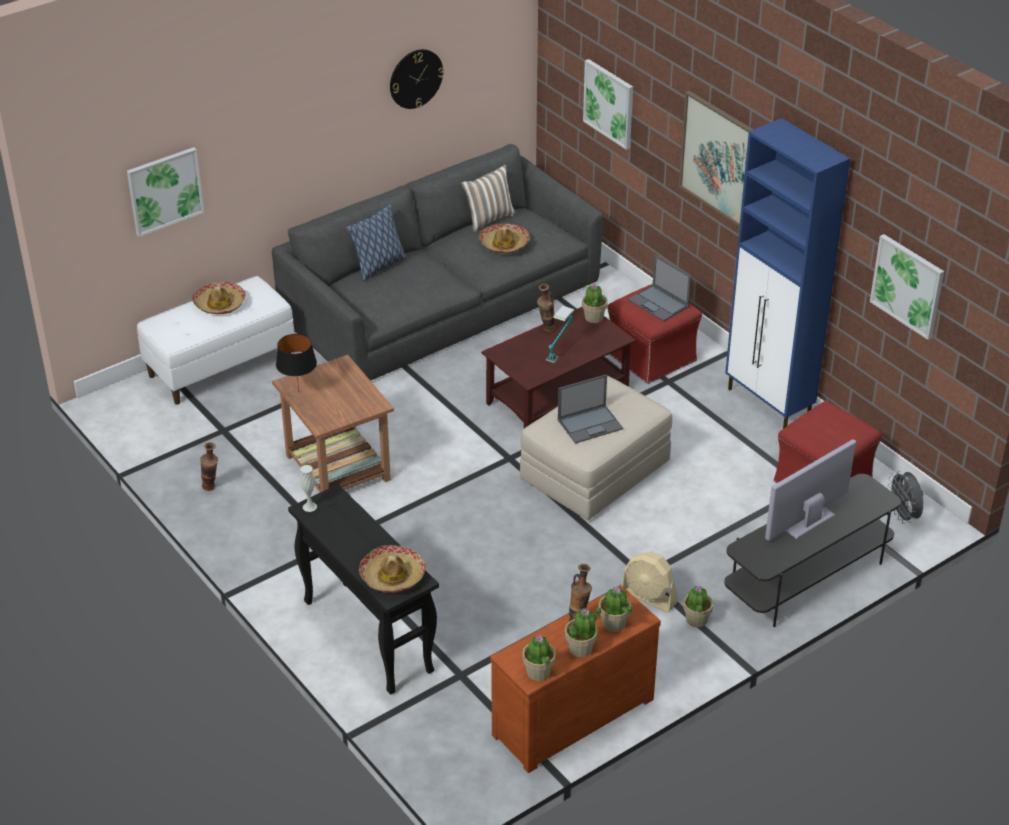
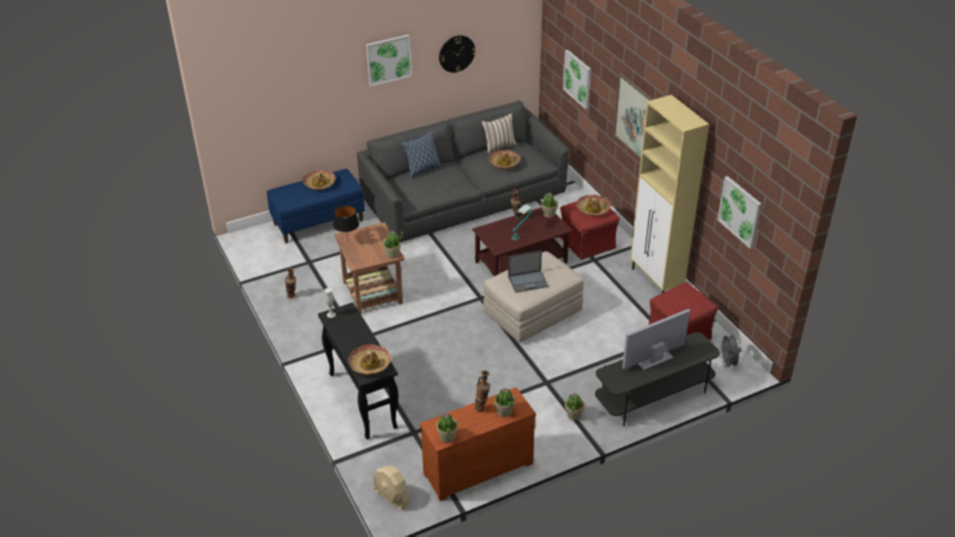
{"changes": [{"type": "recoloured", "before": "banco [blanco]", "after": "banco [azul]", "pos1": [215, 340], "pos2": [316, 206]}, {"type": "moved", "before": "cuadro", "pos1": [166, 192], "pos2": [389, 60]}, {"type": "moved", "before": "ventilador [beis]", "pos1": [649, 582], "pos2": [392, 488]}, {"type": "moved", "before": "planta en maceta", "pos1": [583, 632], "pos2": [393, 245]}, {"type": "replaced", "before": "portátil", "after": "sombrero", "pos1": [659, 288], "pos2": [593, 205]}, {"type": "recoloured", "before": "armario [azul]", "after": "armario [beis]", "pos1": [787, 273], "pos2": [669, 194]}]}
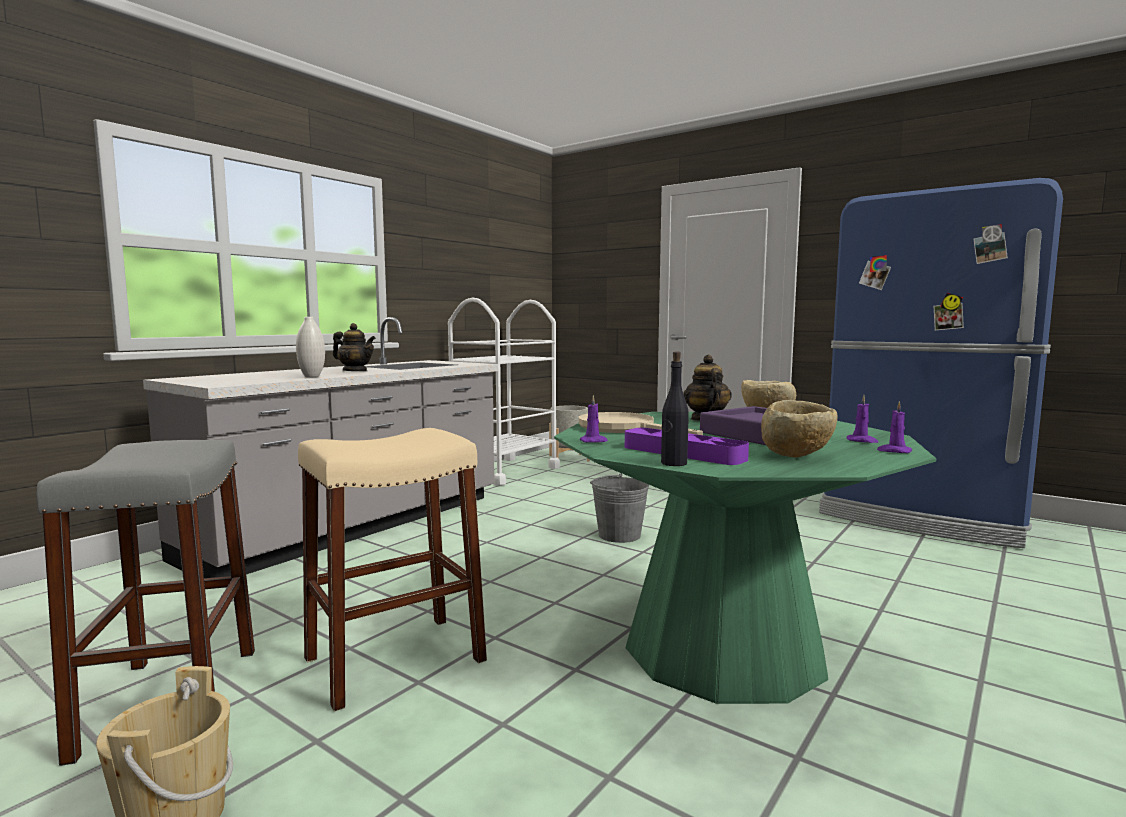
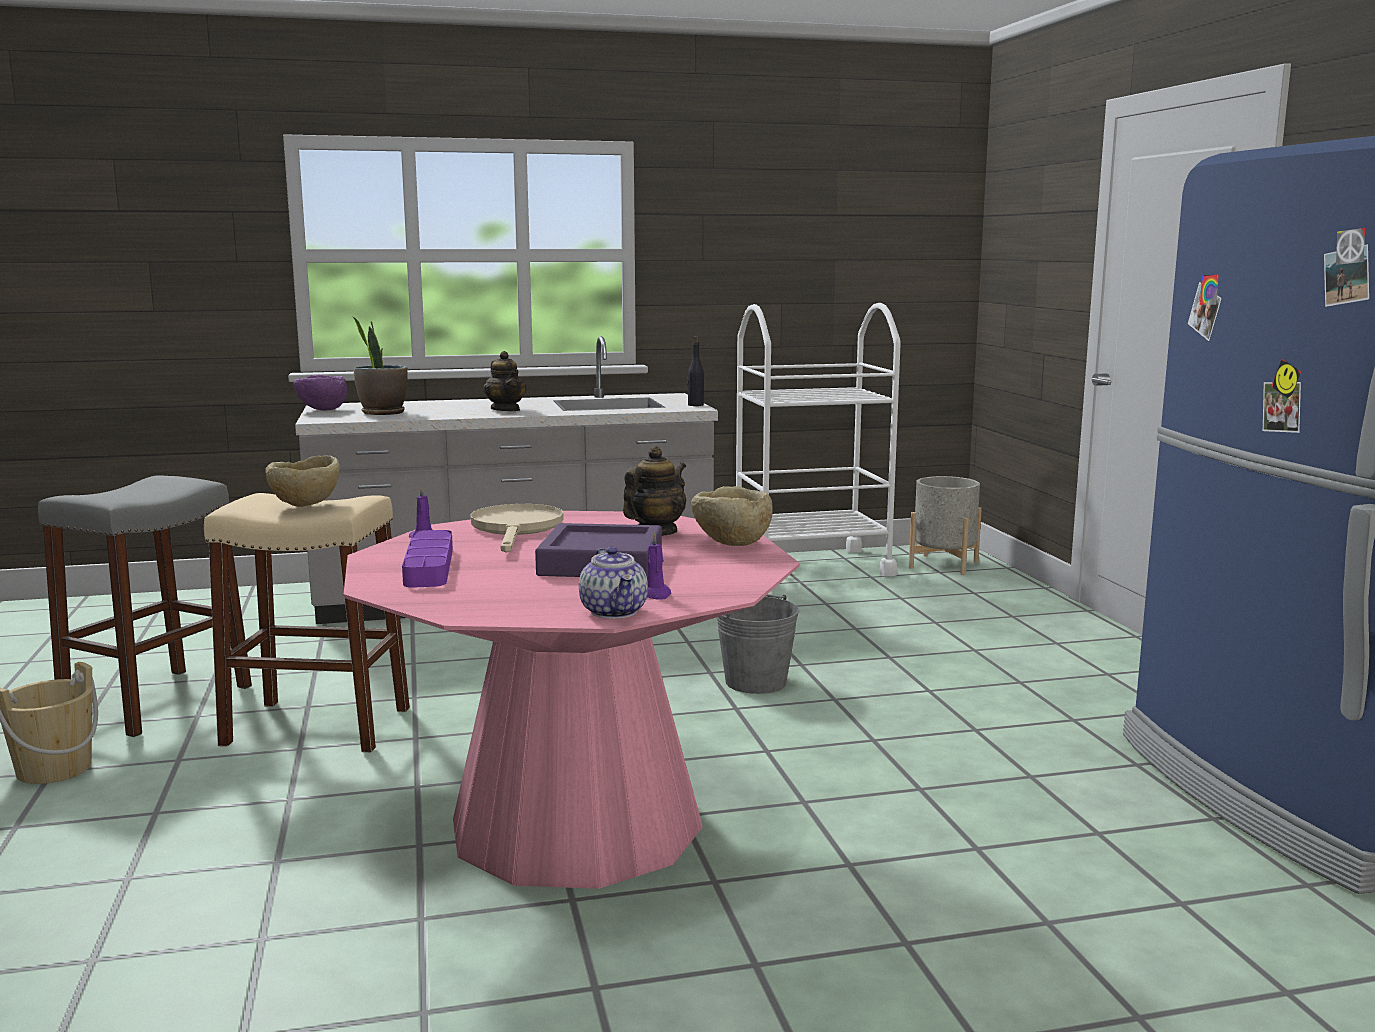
{"changes": [{"type": "moved", "before": "cuenco [beis]", "pos1": [799, 429], "pos2": [302, 481]}, {"type": "added", "after": "cuenco [morado]", "pos2": [320, 393]}, {"type": "recoloured", "before": "mesa de comedor [verde]", "after": "mesa de comedor [rosa]", "pos1": [745, 558], "pos2": [572, 700]}, {"type": "added", "after": "planta en maceta", "pos2": [380, 366]}, {"type": "replaced", "before": "vela [morado]", "after": "tetera", "pos1": [894, 427], "pos2": [613, 582]}, {"type": "moved", "before": "botella [negro]", "pos1": [675, 408], "pos2": [695, 371]}, {"type": "removed", "before": "florero [blanco]", "pos1": [310, 347]}]}
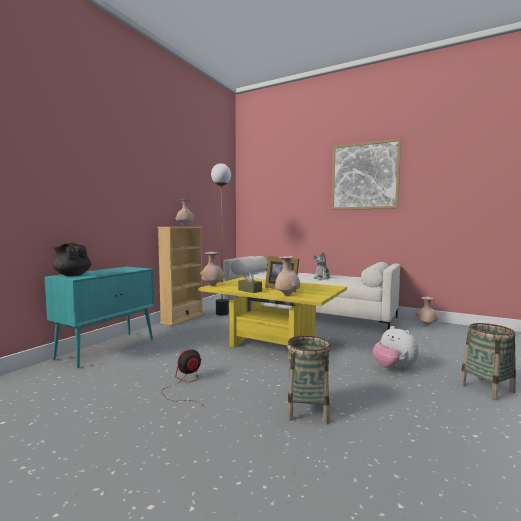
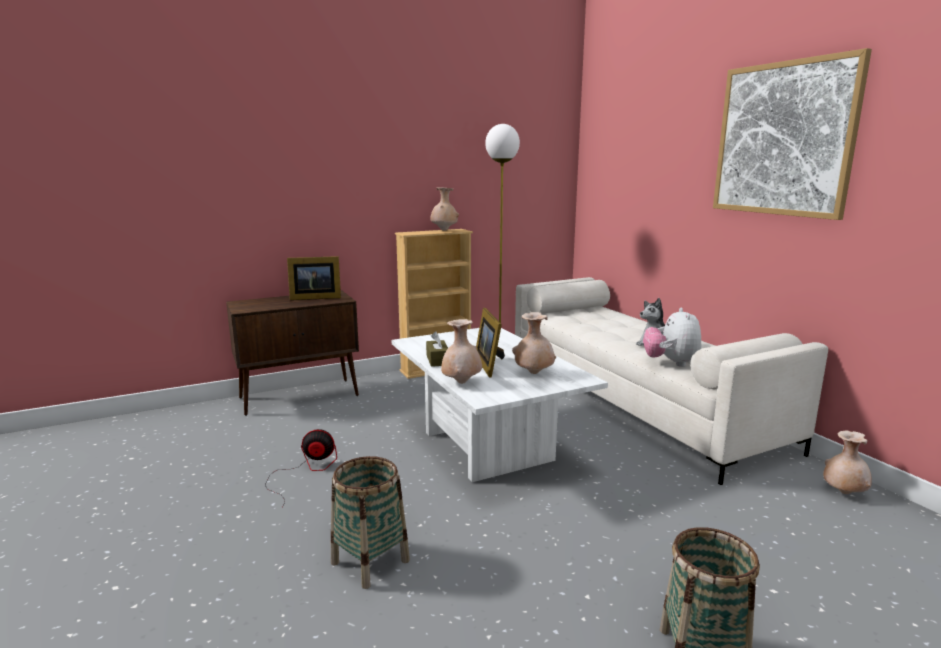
{"changes": [{"type": "recoloured", "before": "armario [turquesa]", "after": "armario [marrón]", "pos1": [100, 318], "pos2": [292, 353]}, {"type": "added", "after": "portarretratos", "pos2": [314, 278]}, {"type": "recoloured", "before": "mesa de centro [amarillo]", "after": "mesa de centro [blanco]", "pos1": [272, 318], "pos2": [500, 405]}, {"type": "moved", "before": "florero [beis]", "pos1": [212, 269], "pos2": [534, 343]}, {"type": "moved", "before": "peluche", "pos1": [396, 348], "pos2": [672, 337]}, {"type": "removed", "before": "tetera [negro]", "pos1": [72, 259]}]}
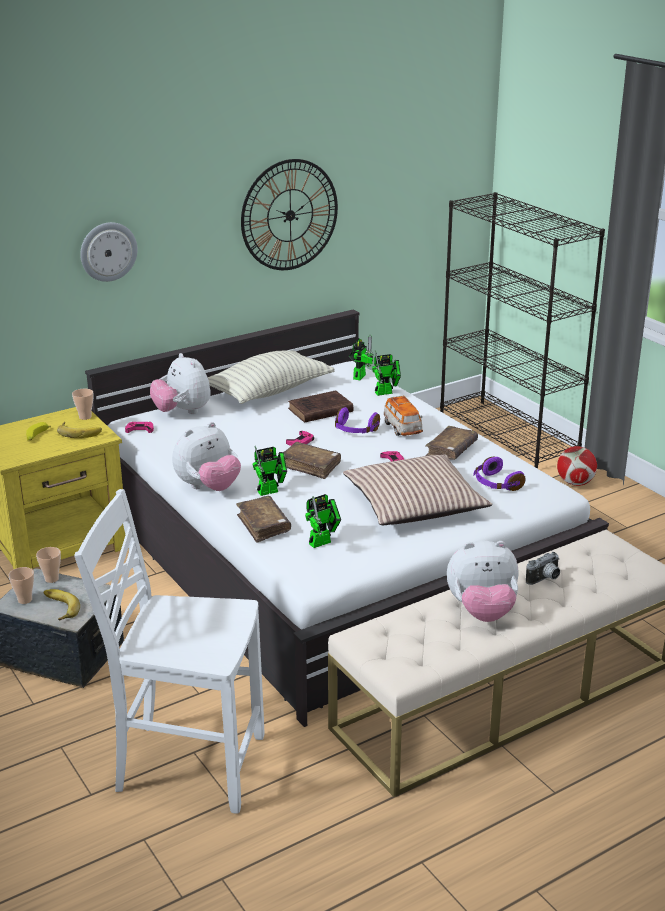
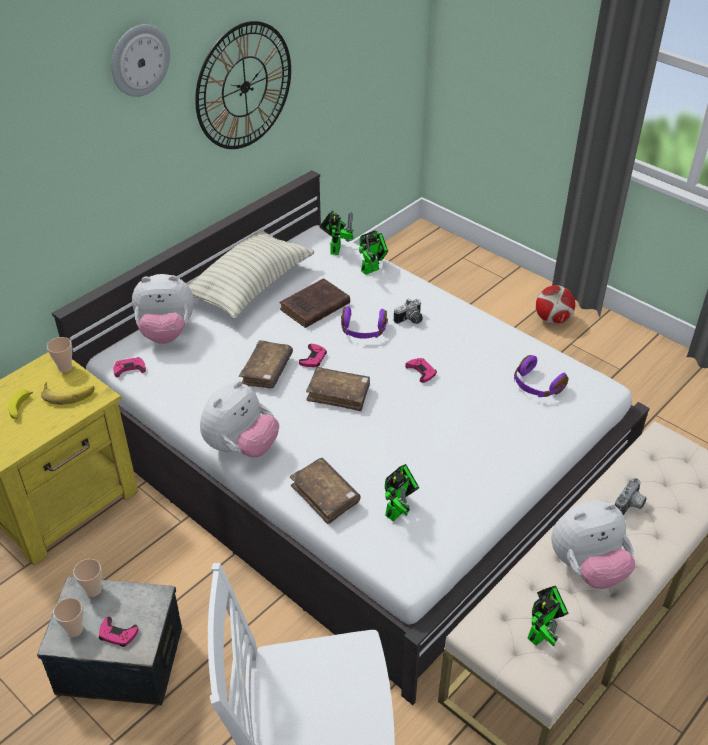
{"changes": [{"type": "replaced", "before": "plátano", "after": "mando de consola [rosa]", "pos1": [62, 604], "pos2": [119, 631]}, {"type": "moved", "before": "reloj de pared", "pos1": [108, 252], "pos2": [140, 60]}, {"type": "turned", "before": "peluche", "pos1": [180, 383], "pos2": [163, 309], "turn": -45}, {"type": "moved", "before": "libro [marrón]", "pos1": [451, 443], "pos2": [266, 364]}, {"type": "replaced", "before": "coche de juguete", "after": "cámara", "pos1": [403, 415], "pos2": [408, 311]}, {"type": "moved", "before": "robot de juguete", "pos1": [269, 471], "pos2": [548, 616]}, {"type": "removed", "before": "cojín", "pos1": [417, 489]}, {"type": "removed", "before": "estantería [negro]", "pos1": [522, 330]}]}
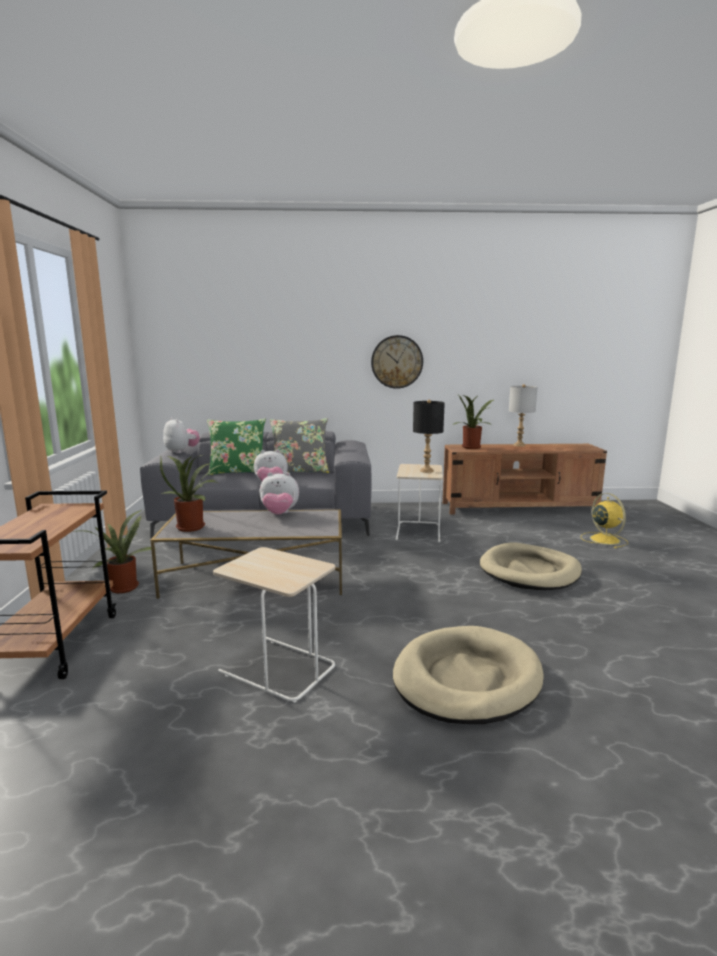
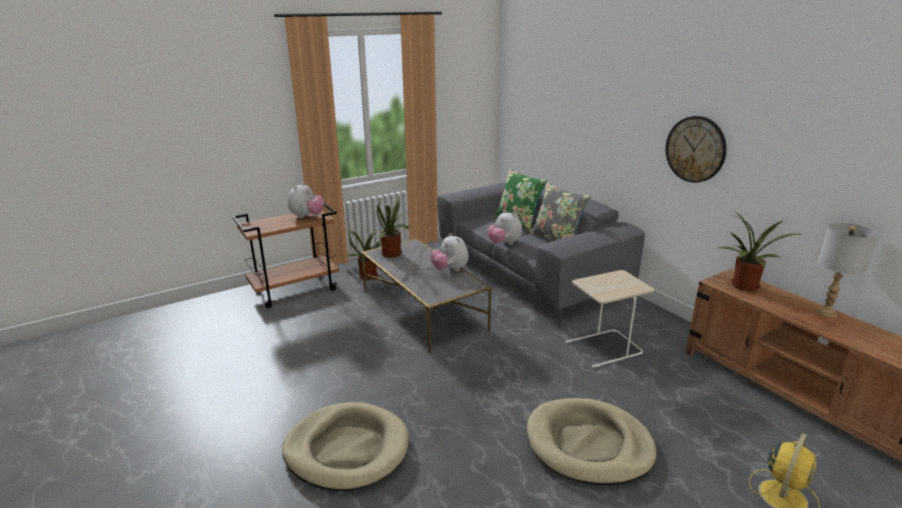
{"changes": [{"type": "moved", "before": "peluche", "pos1": [181, 436], "pos2": [306, 200]}, {"type": "removed", "before": "mesa auxiliar [beis]", "pos1": [274, 625]}, {"type": "removed", "before": "lámpara de mesa [negro]", "pos1": [429, 436]}]}
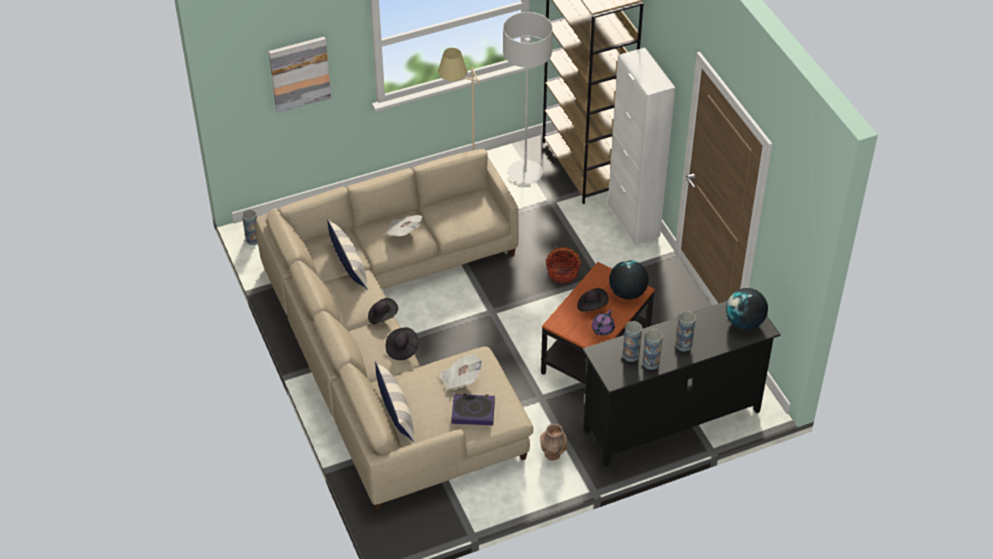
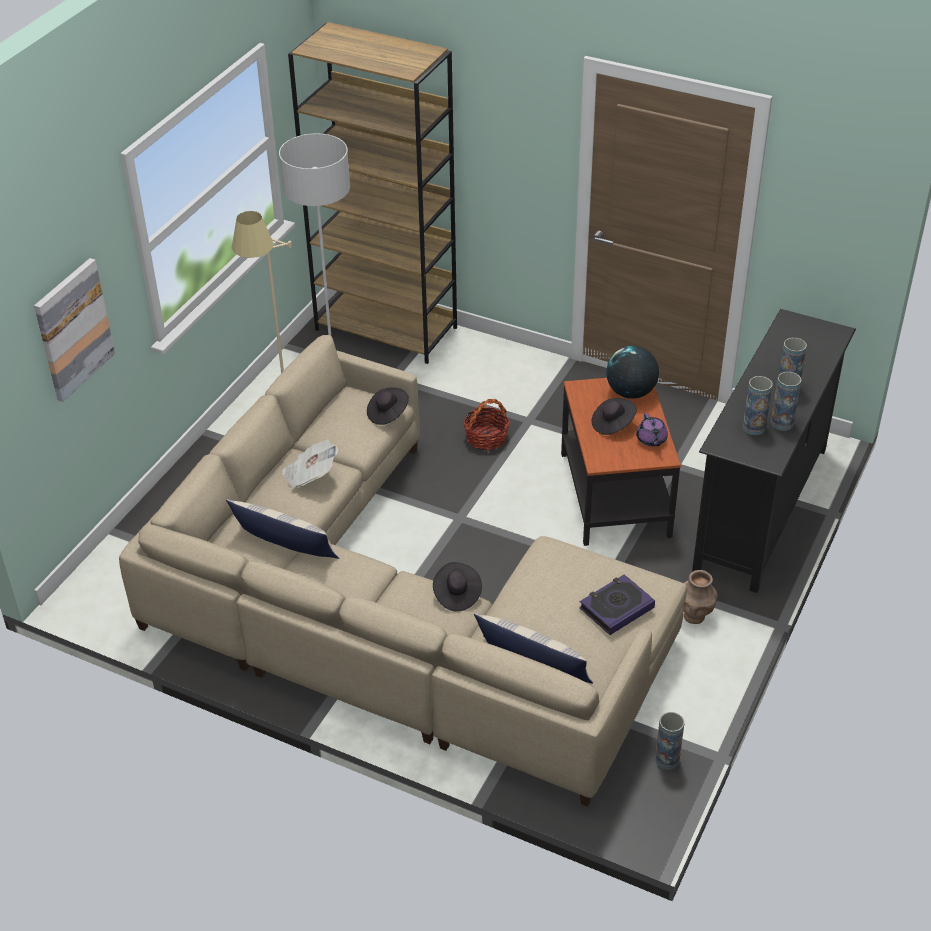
{"changes": [{"type": "moved", "before": "sombrero [negro]", "pos1": [383, 311], "pos2": [388, 406]}, {"type": "moved", "before": "florero", "pos1": [250, 227], "pos2": [669, 741]}, {"type": "removed", "before": "periódico", "pos1": [461, 372]}, {"type": "removed", "before": "armario [blanco]", "pos1": [641, 146]}, {"type": "removed", "before": "globo terráqueo", "pos1": [747, 309]}]}
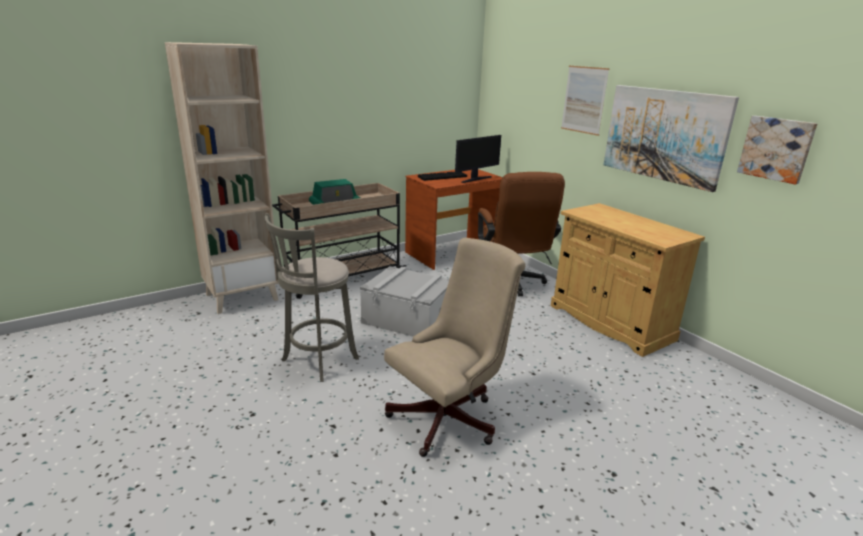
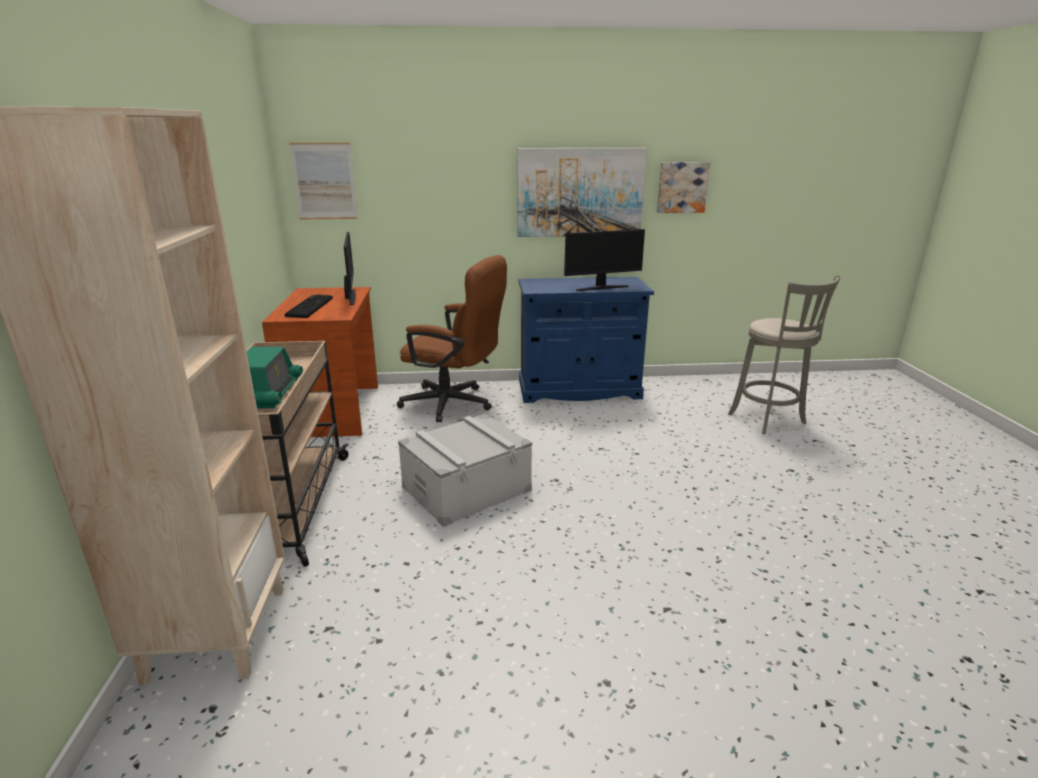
{"changes": [{"type": "moved", "before": "cuadro", "pos1": [585, 100], "pos2": [324, 181]}, {"type": "recoloured", "before": "armario [beis]", "after": "armario [azul]", "pos1": [628, 280], "pos2": [586, 340]}, {"type": "added", "after": "monitor", "pos2": [604, 260]}, {"type": "moved", "before": "taburete [gris]", "pos1": [311, 297], "pos2": [784, 354]}, {"type": "removed", "before": "silla de oficina [beis]", "pos1": [455, 347]}]}
